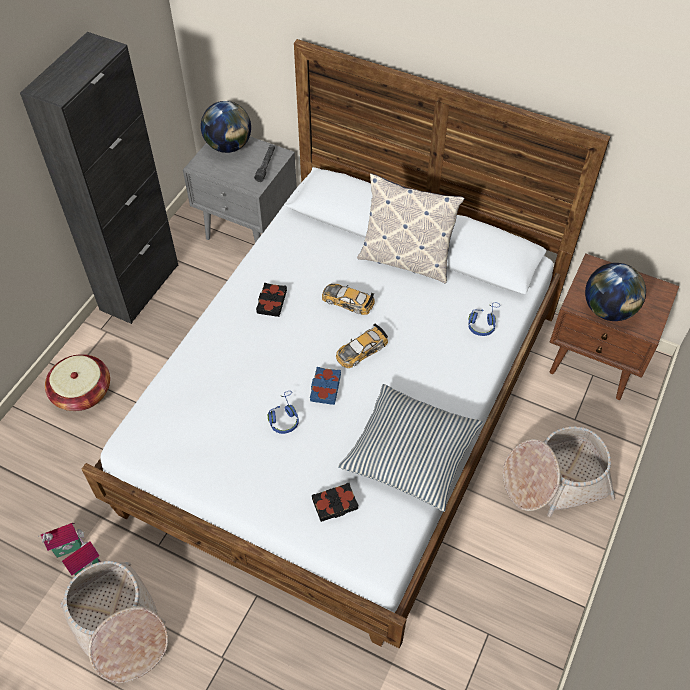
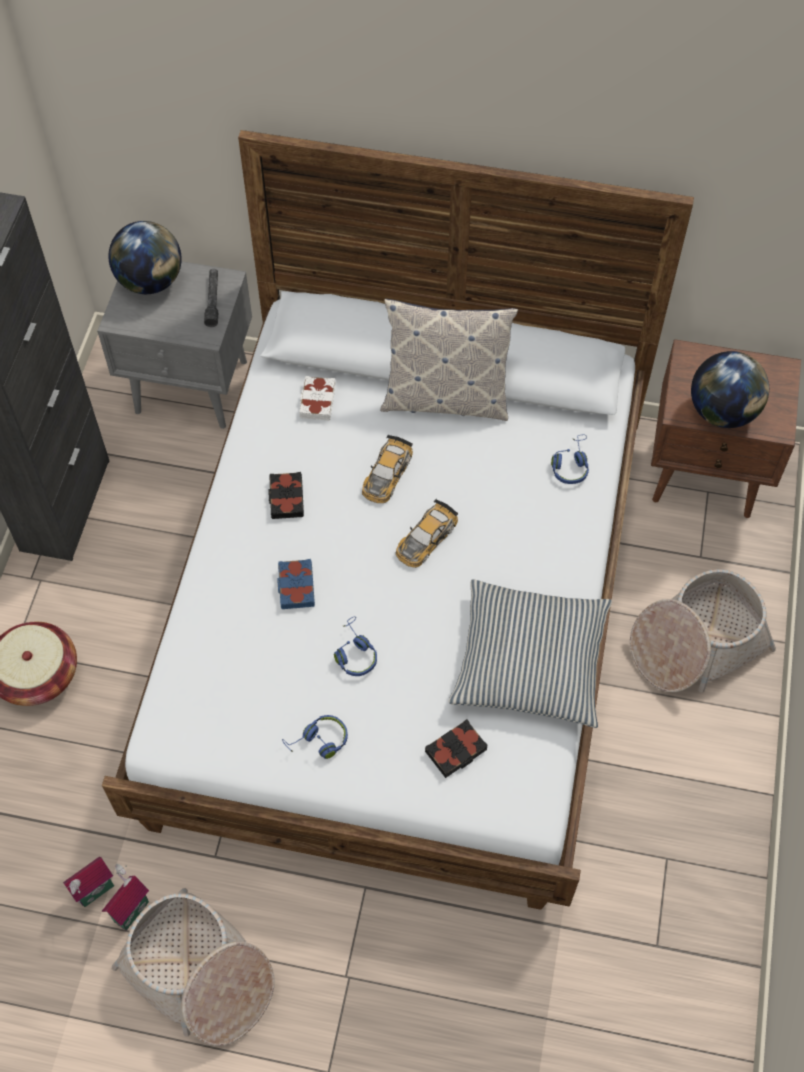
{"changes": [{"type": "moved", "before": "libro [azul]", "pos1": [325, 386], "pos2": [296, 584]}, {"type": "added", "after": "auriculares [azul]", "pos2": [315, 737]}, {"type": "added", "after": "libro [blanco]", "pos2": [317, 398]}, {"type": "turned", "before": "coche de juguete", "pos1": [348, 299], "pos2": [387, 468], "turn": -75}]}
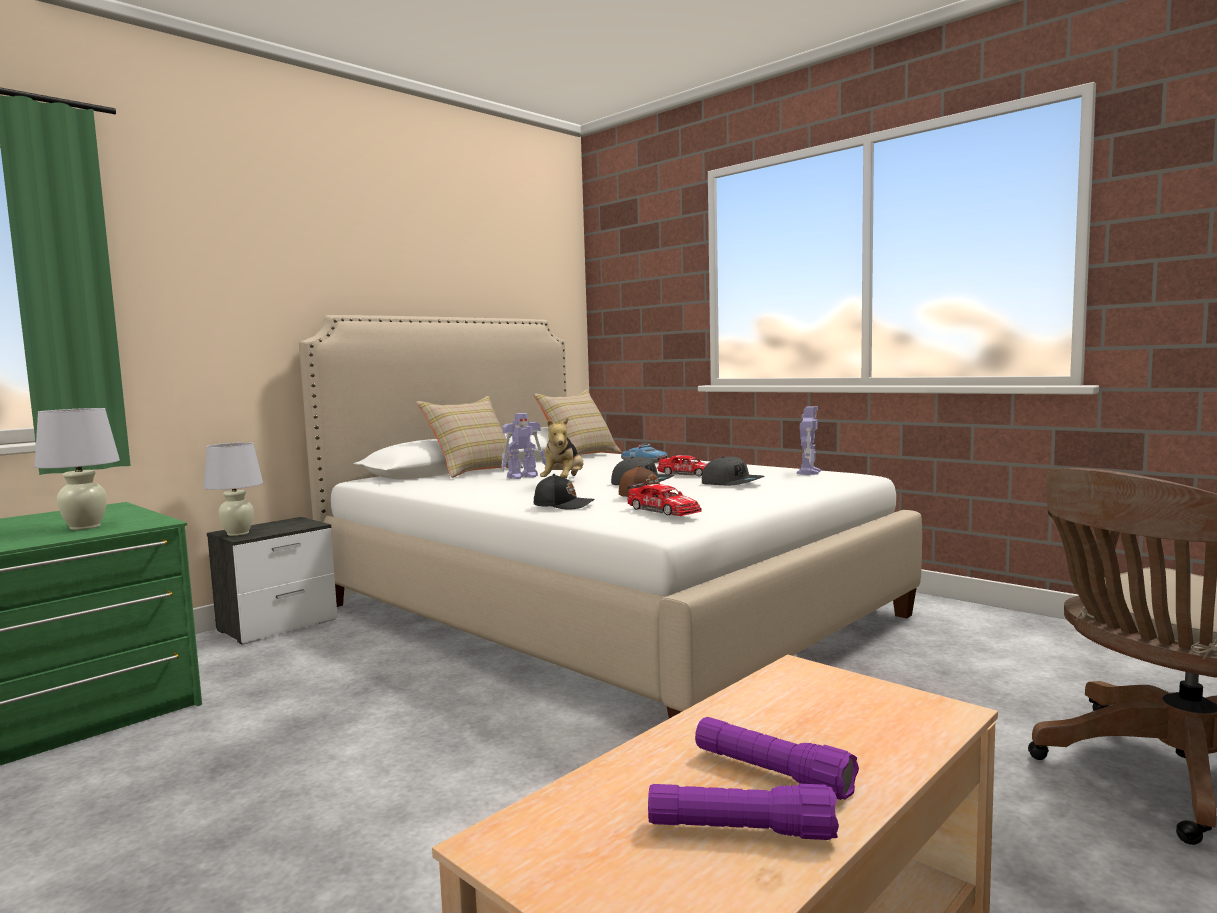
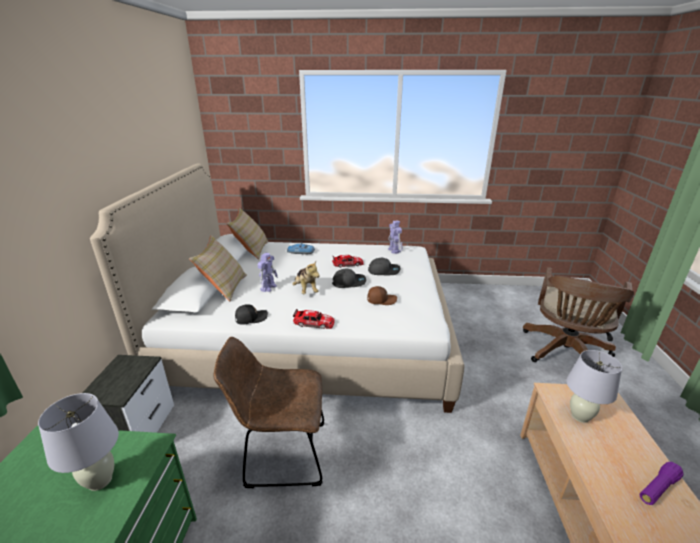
{"changes": [{"type": "added", "after": "silla [marrón]", "pos2": [268, 412]}, {"type": "moved", "before": "gorra [negro]", "pos1": [564, 492], "pos2": [251, 314]}, {"type": "moved", "before": "coche de juguete", "pos1": [664, 499], "pos2": [314, 319]}, {"type": "moved", "before": "lámpara de mesa [blanco]", "pos1": [233, 489], "pos2": [594, 386]}, {"type": "removed", "before": "linterna [morado]", "pos1": [777, 758]}]}
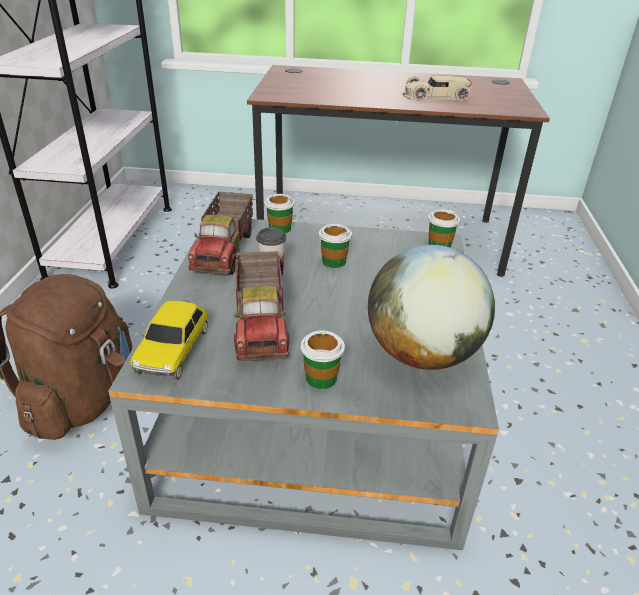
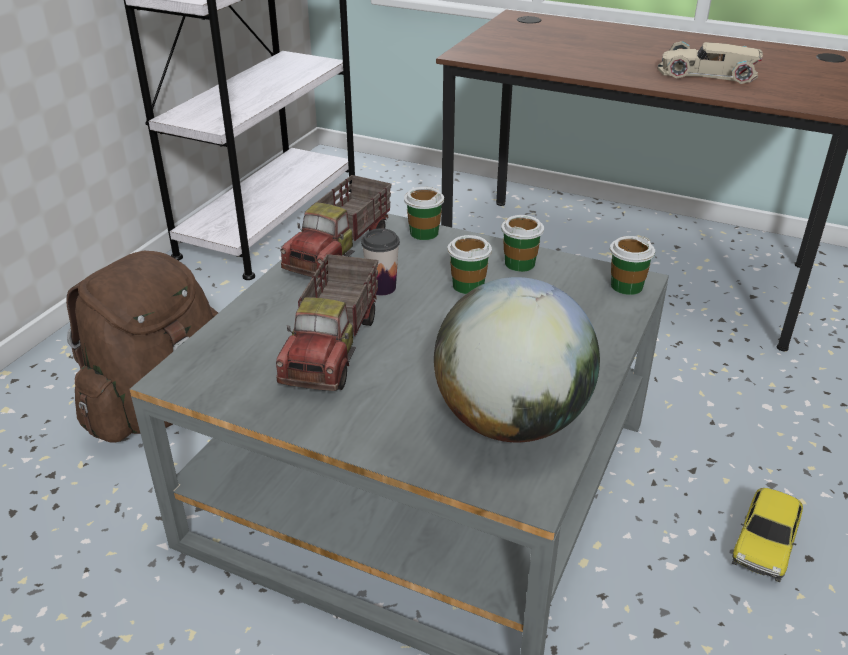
{"changes": [{"type": "moved", "before": "taza", "pos1": [322, 359], "pos2": [522, 243]}, {"type": "moved", "before": "coche de juguete", "pos1": [169, 340], "pos2": [767, 535]}]}
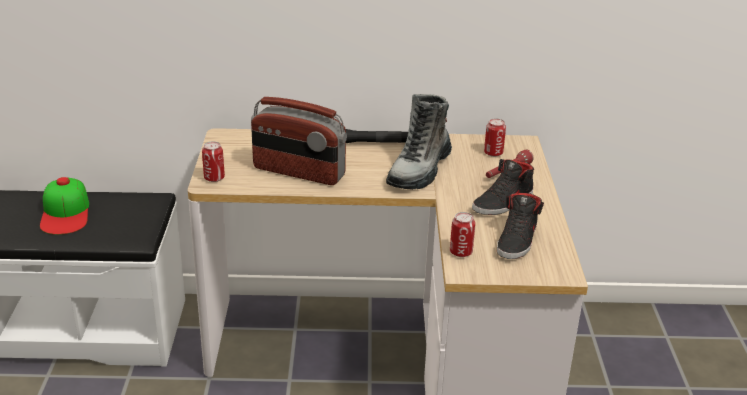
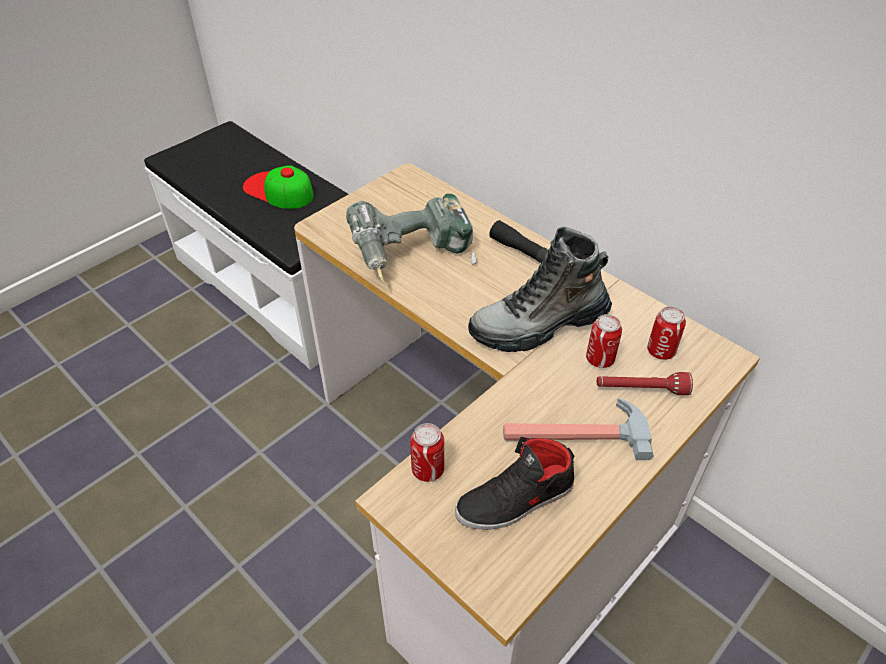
{"changes": [{"type": "turned", "before": "gorra", "pos1": [64, 206], "pos2": [278, 187], "turn": 90}, {"type": "replaced", "before": "radio", "after": "taladro", "pos1": [299, 141], "pos2": [411, 238]}, {"type": "replaced", "before": "zapato [negro]", "after": "martillo", "pos1": [503, 187], "pos2": [578, 428]}, {"type": "moved", "before": "lata", "pos1": [213, 161], "pos2": [604, 341]}]}
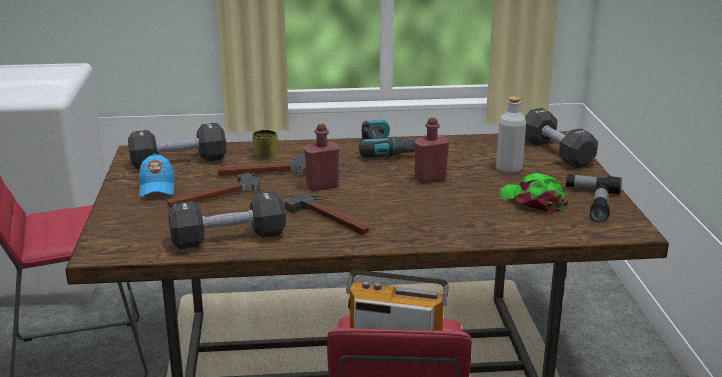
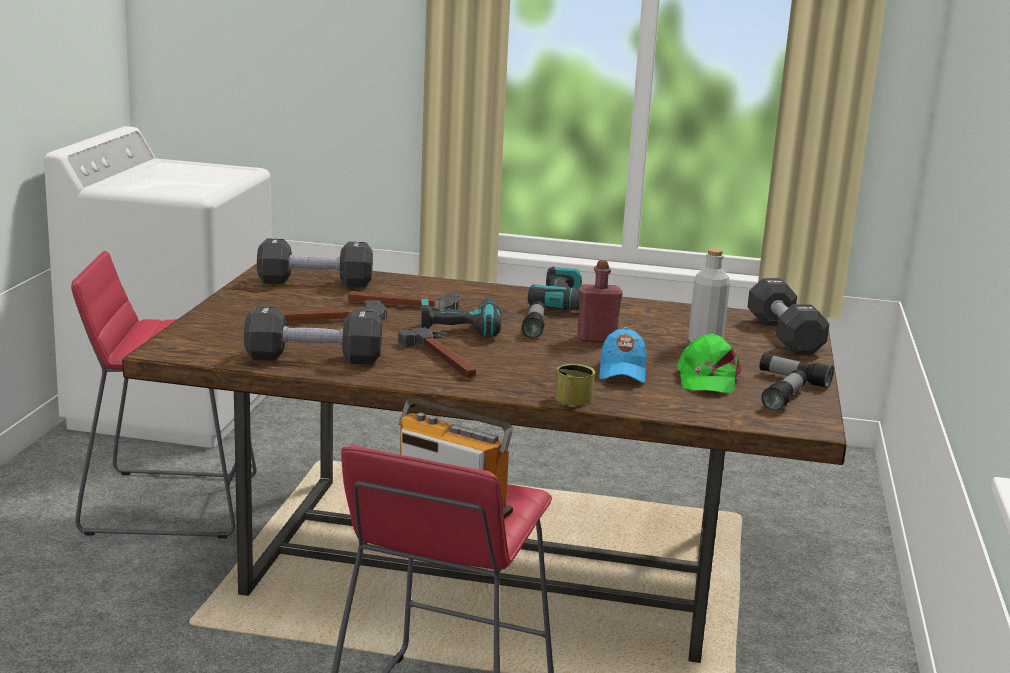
{"changes": [{"type": "replaced", "before": "botella [rojo]", "after": "taladro", "pos1": [321, 157], "pos2": [460, 317]}, {"type": "added", "after": "linterna", "pos2": [533, 319]}, {"type": "moved", "before": "lata", "pos1": [265, 142], "pos2": [575, 384]}, {"type": "moved", "before": "gorra [azul]", "pos1": [157, 175], "pos2": [623, 355]}, {"type": "turned", "before": "gorra [verde]", "pos1": [534, 193], "pos2": [709, 364], "turn": -150}]}
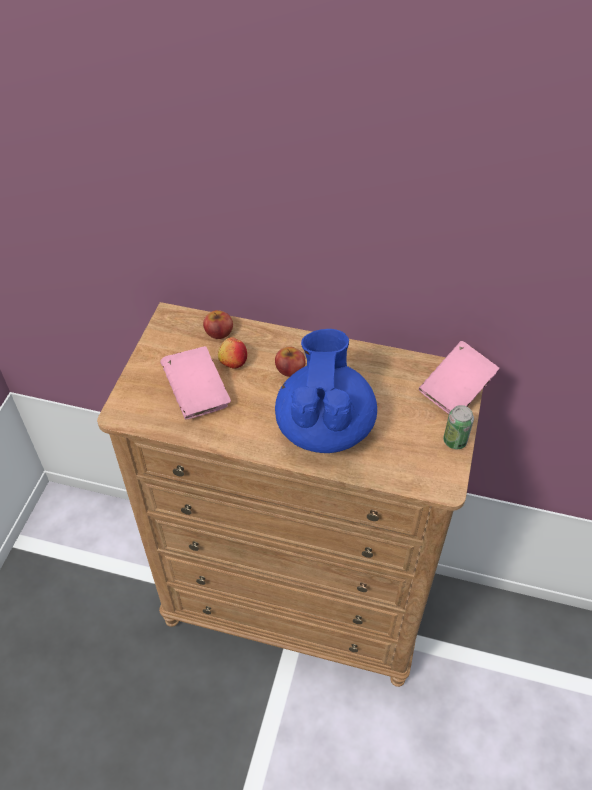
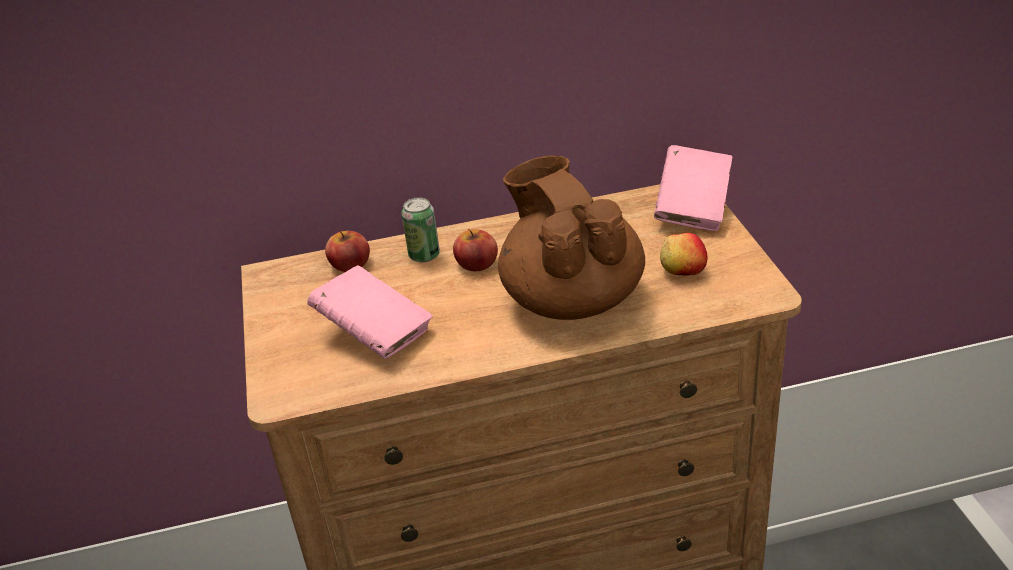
{"changes": [{"type": "moved", "before": "lata", "pos1": [458, 427], "pos2": [420, 229]}, {"type": "recoloured", "before": "tetera [azul]", "after": "tetera [marrón]", "pos1": [326, 391], "pos2": [571, 238]}, {"type": "moved", "before": "manzana", "pos1": [232, 353], "pos2": [684, 254]}]}
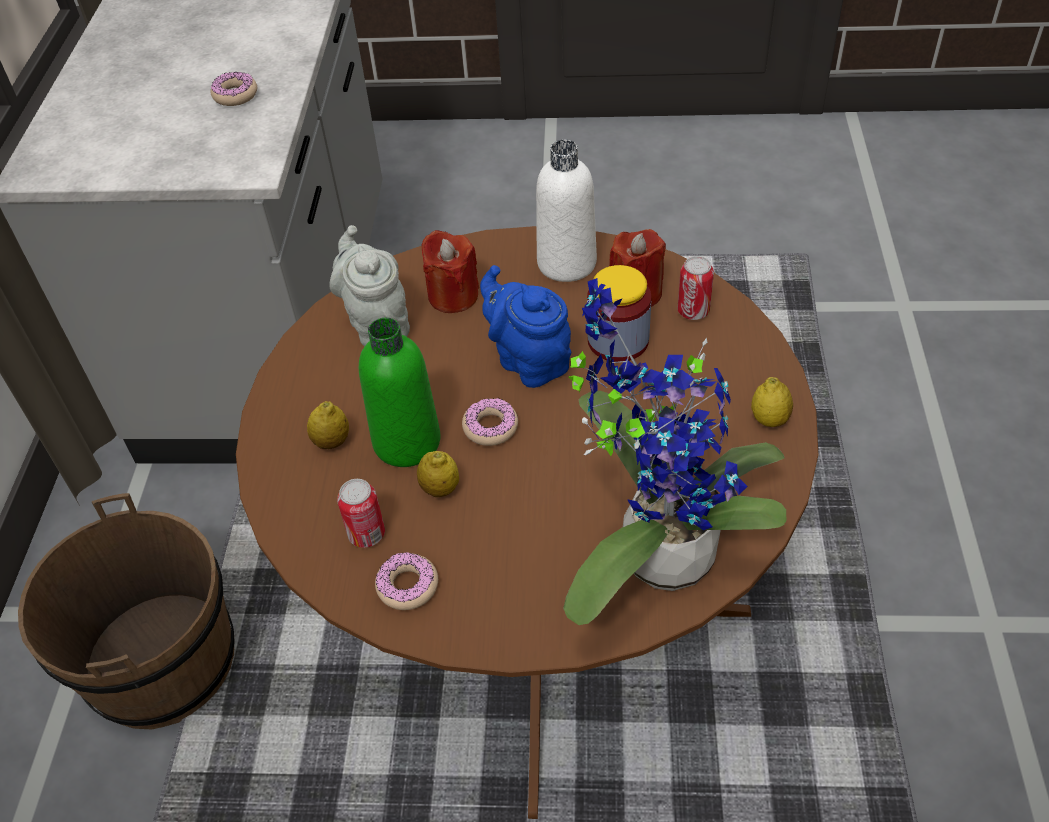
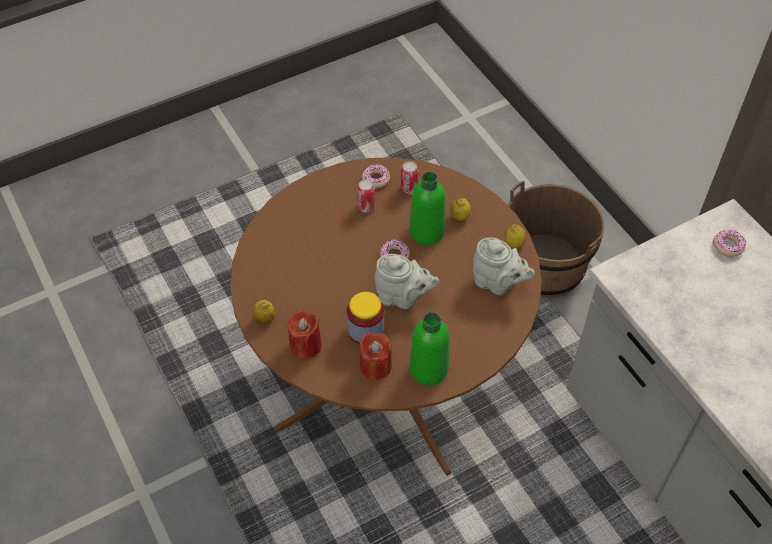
{"changes": [{"type": "moved", "before": "vela [rojo]", "pos1": [450, 271], "pos2": [305, 335]}, {"type": "moved", "before": "lata", "pos1": [695, 288], "pos2": [366, 196]}, {"type": "recoloured", "before": "tetera [azul]", "after": "tetera [gris]", "pos1": [525, 326], "pos2": [406, 281]}, {"type": "recoloured", "before": "botella [blanco]", "after": "botella [verde]", "pos1": [566, 211], "pos2": [429, 348]}, {"type": "moved", "before": "limón", "pos1": [438, 474], "pos2": [515, 236]}, {"type": "moved", "before": "rosquilla", "pos1": [234, 89], "pos2": [729, 243]}, {"type": "removed", "before": "planta en maceta", "pos1": [674, 451]}]}
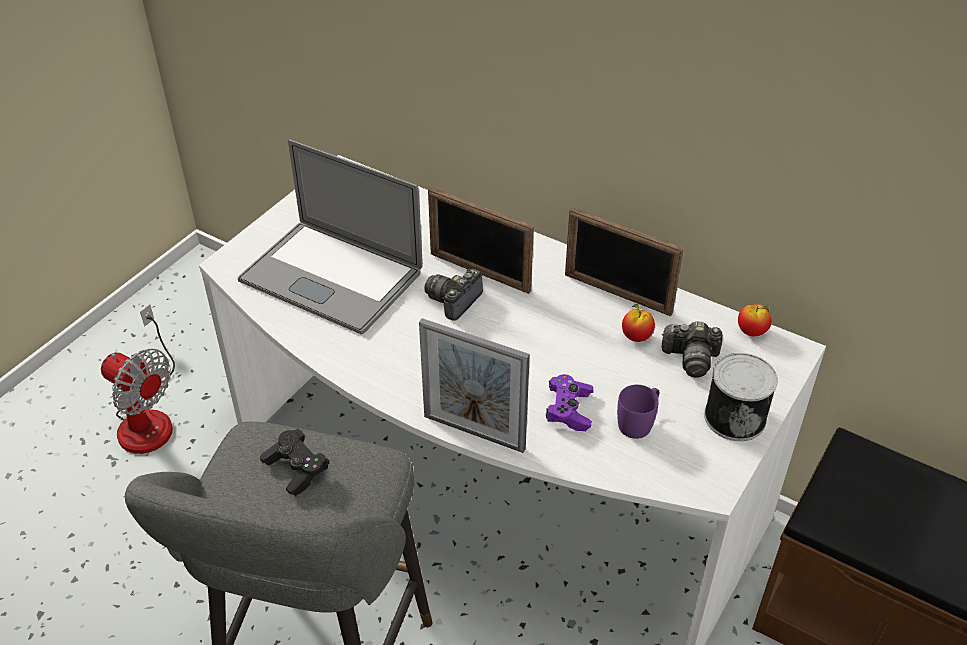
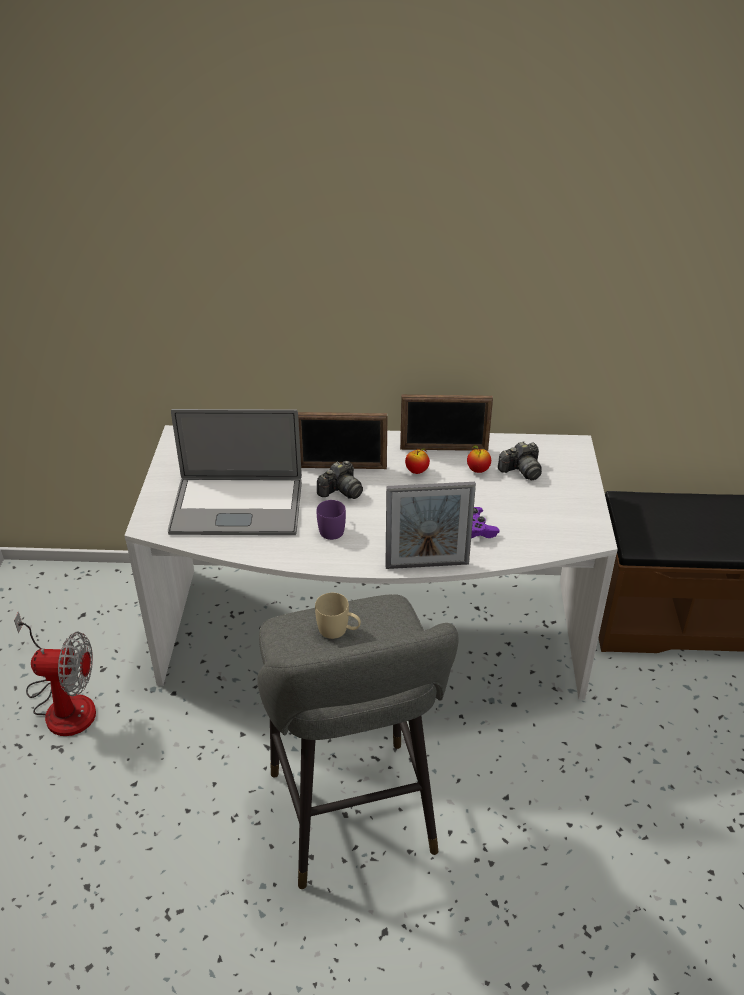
{"changes": [{"type": "replaced", "before": "mando de consola [negro]", "after": "taza grande [beis]", "pos1": [294, 462], "pos2": [338, 616]}, {"type": "turned", "before": "cámara", "pos1": [453, 295], "pos2": [340, 480], "turn": -135}, {"type": "moved", "before": "taza grande [morado]", "pos1": [638, 412], "pos2": [331, 520]}, {"type": "moved", "before": "manzana", "pos1": [755, 320], "pos2": [417, 461]}, {"type": "removed", "before": "lata", "pos1": [741, 397]}]}
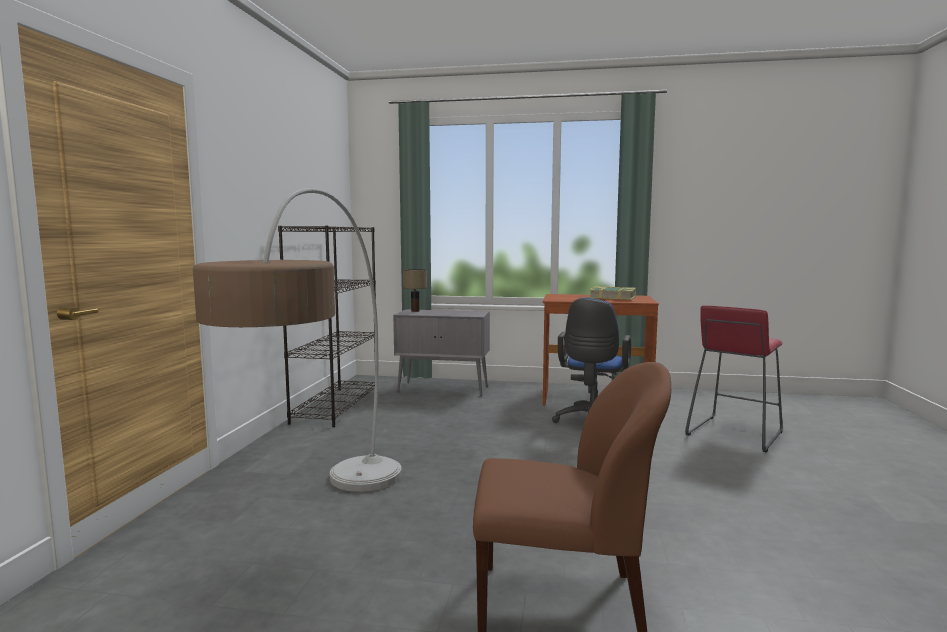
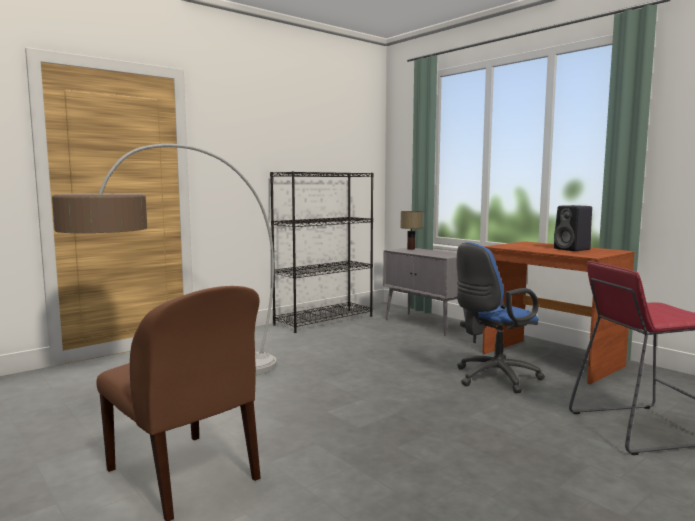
{"changes": [{"type": "replaced", "before": "libro", "after": "altavoz [negro]", "pos1": [612, 293], "pos2": [573, 228]}]}
